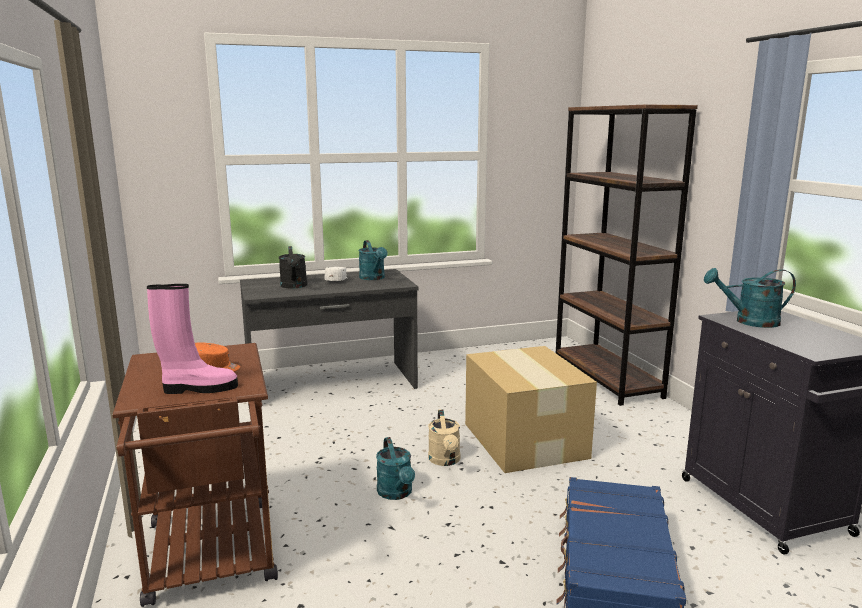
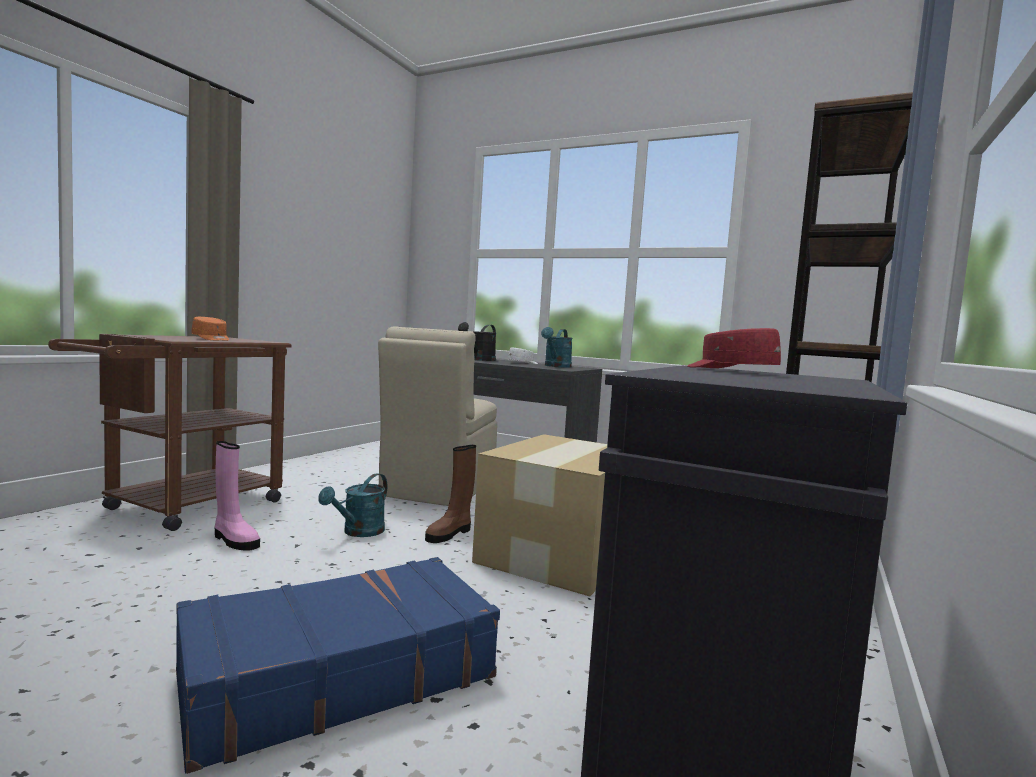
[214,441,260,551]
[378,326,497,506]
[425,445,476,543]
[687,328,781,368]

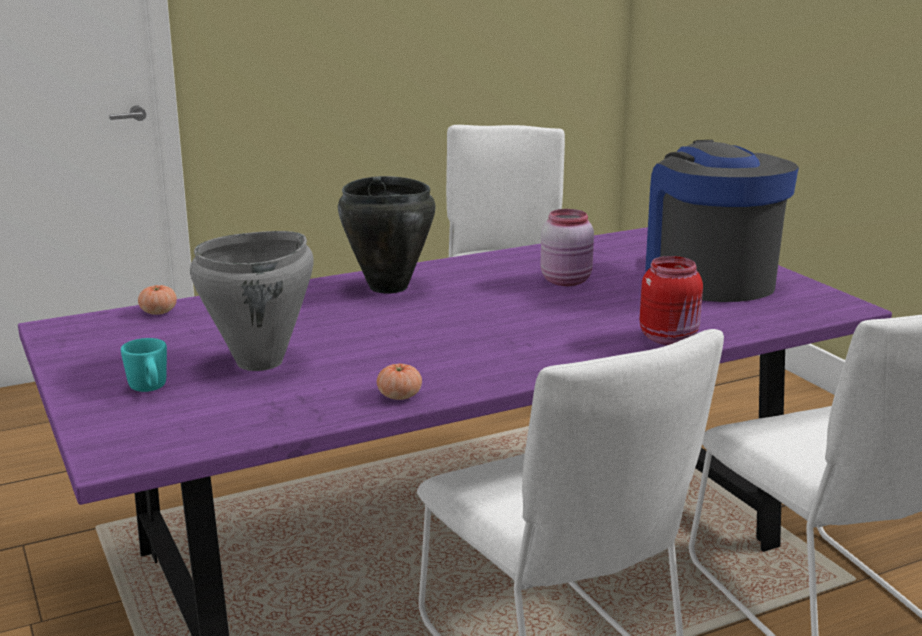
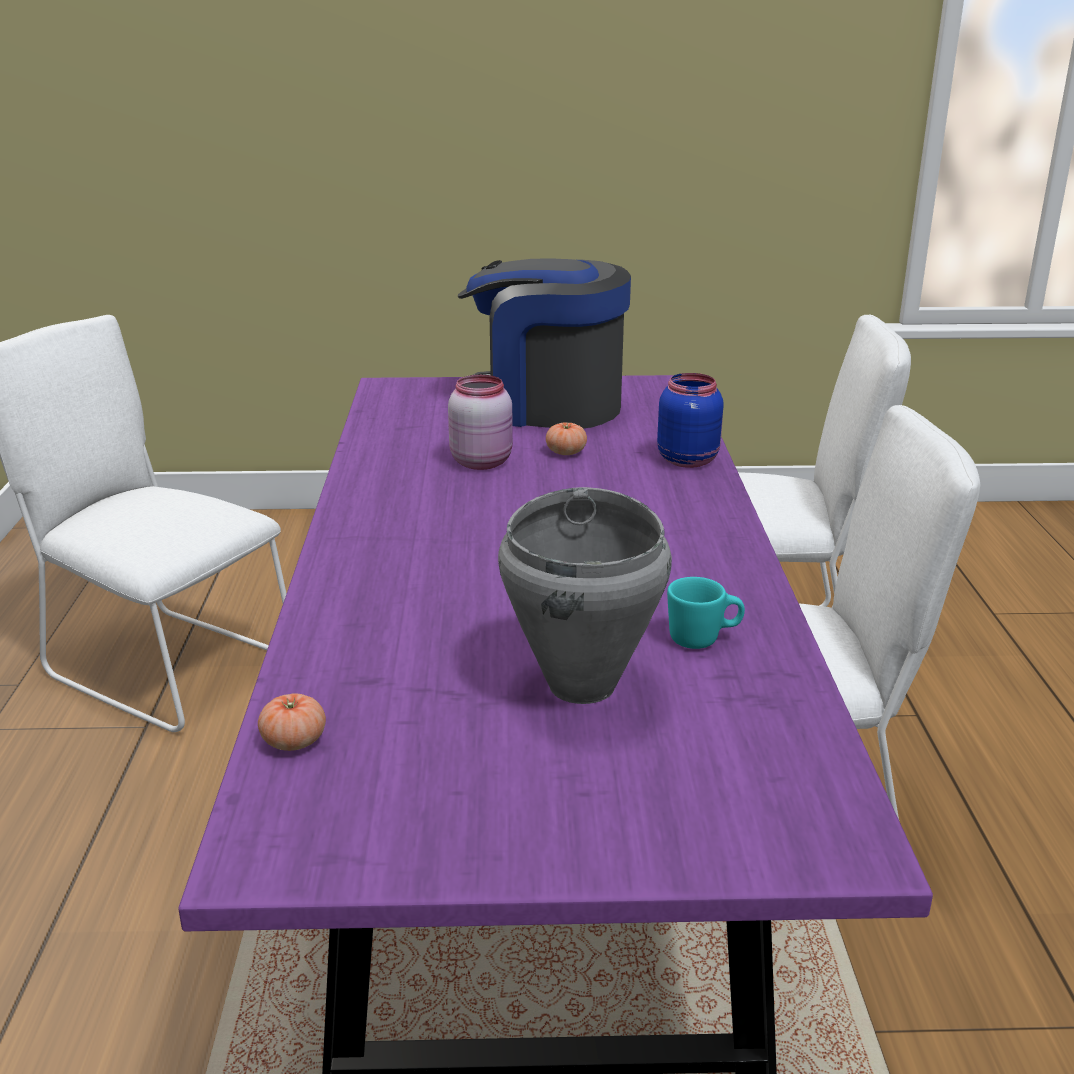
[546,422,587,455]
[657,373,724,468]
[667,577,745,649]
[338,176,435,294] (first image)

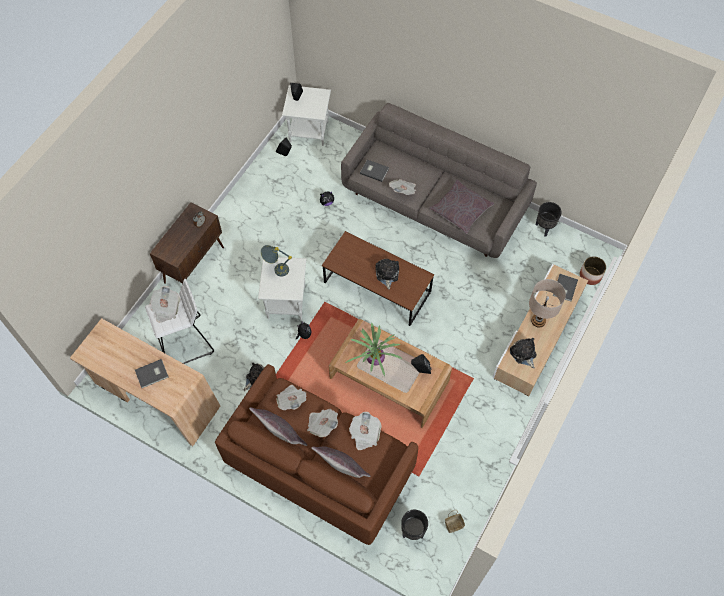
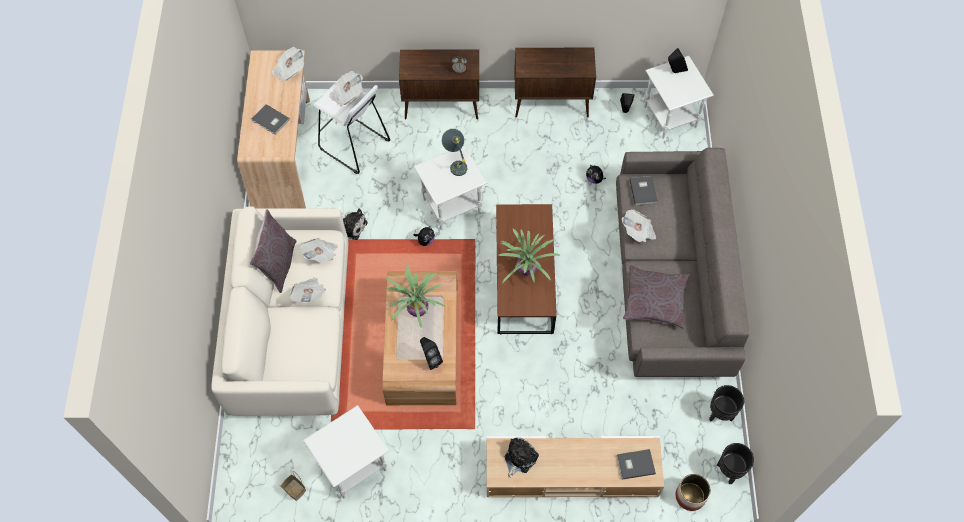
[211,206,348,416]
[271,47,304,83]
[303,405,389,499]
[498,229,560,283]
[514,48,596,117]
[717,443,754,484]
[311,446,371,478] (first image)
[529,279,566,327] (first image)

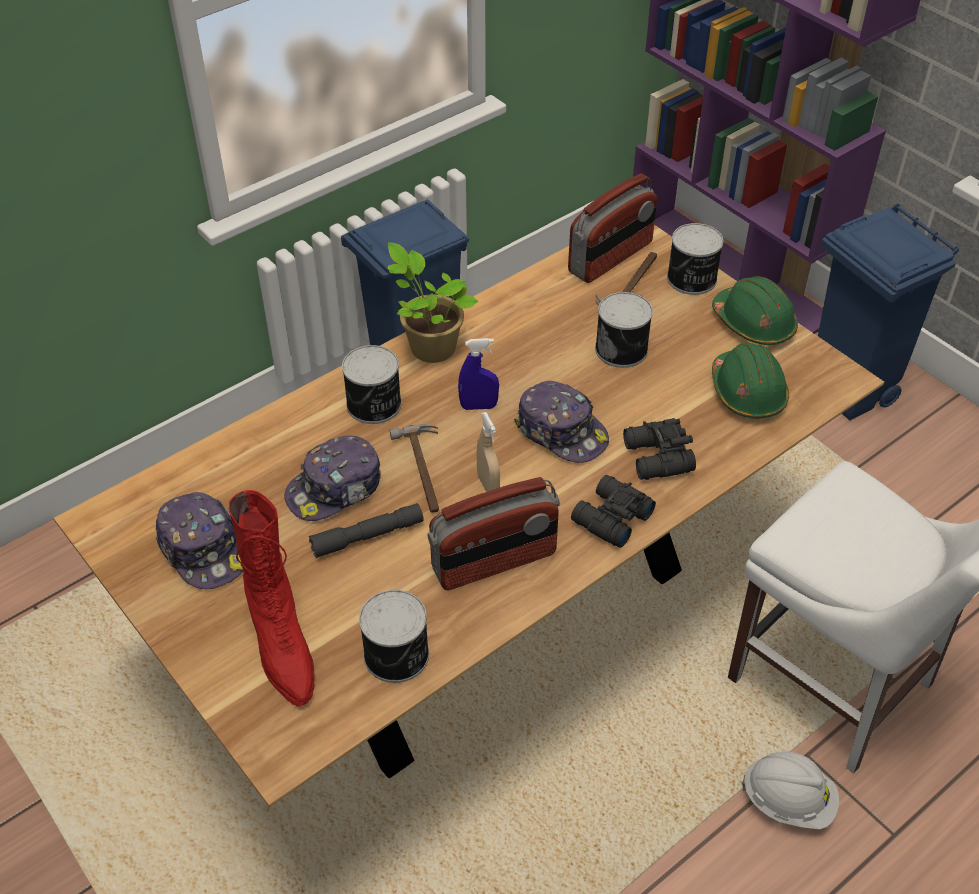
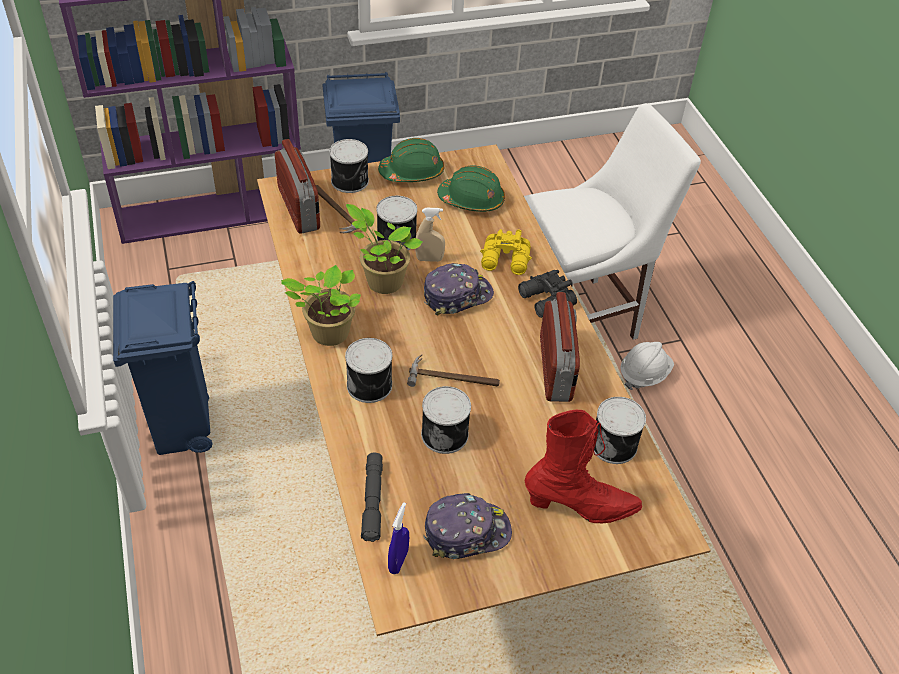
[346,204,423,294]
[361,453,383,542]
[388,502,409,574]
[415,208,445,262]
[421,386,471,454]
[480,229,532,275]

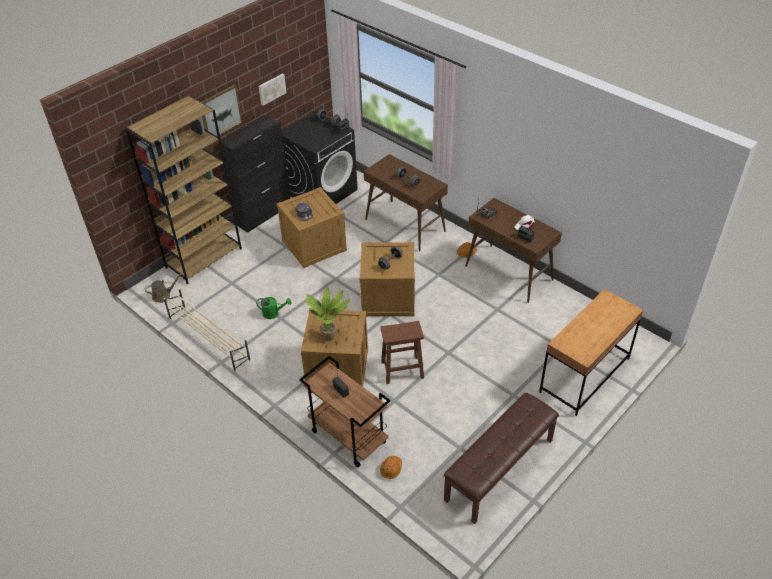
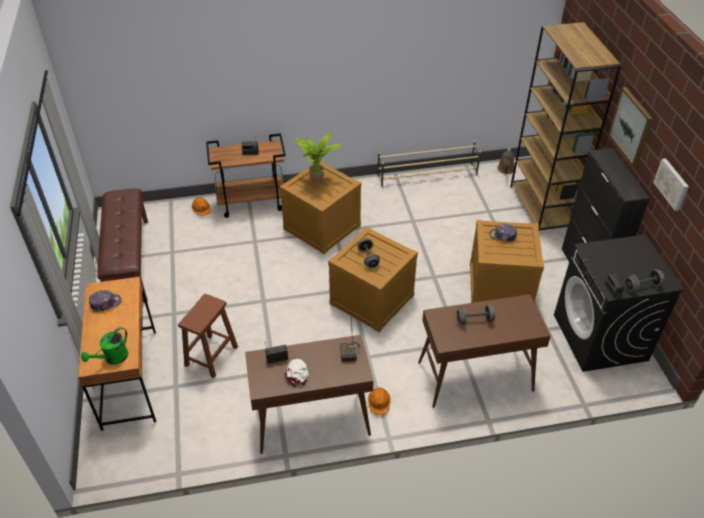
[81,327,128,365]
[89,290,121,312]
[178,293,238,378]

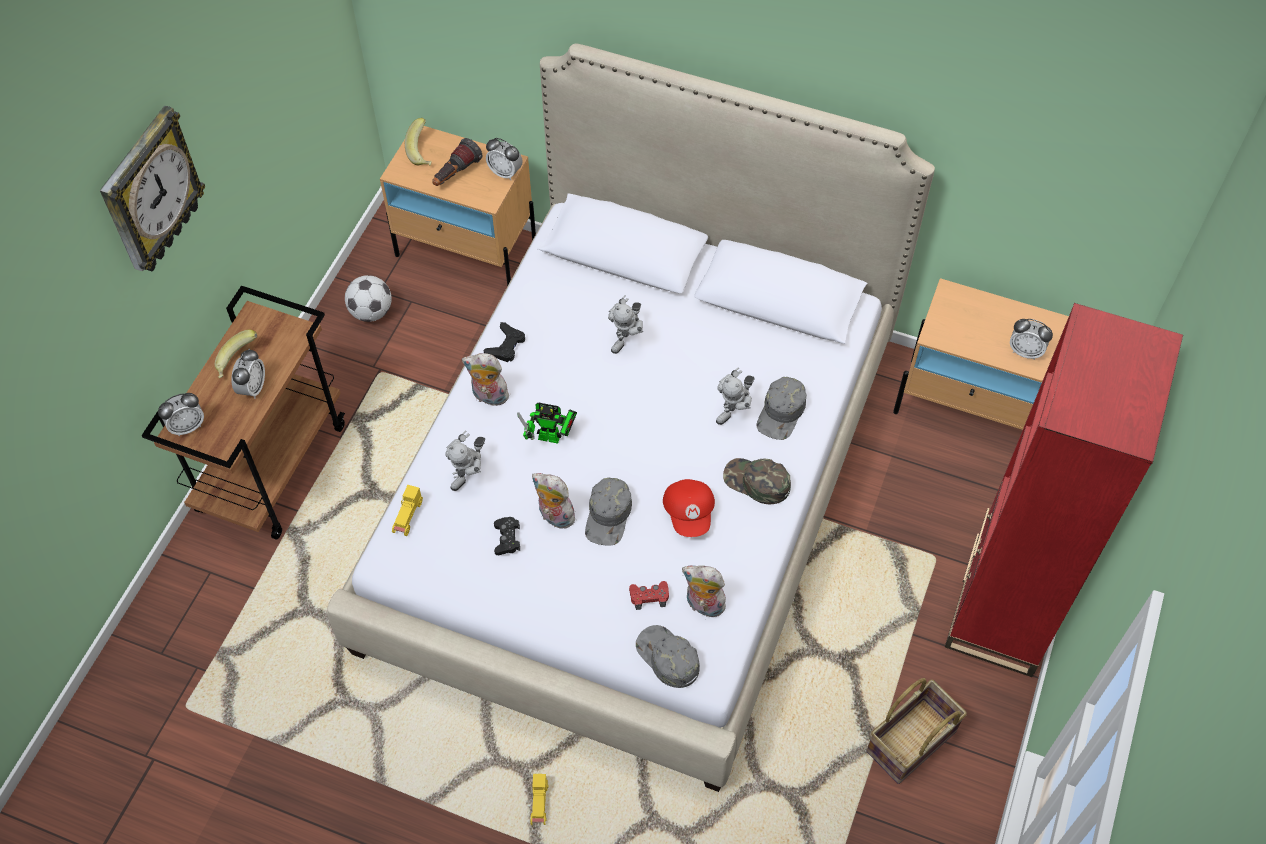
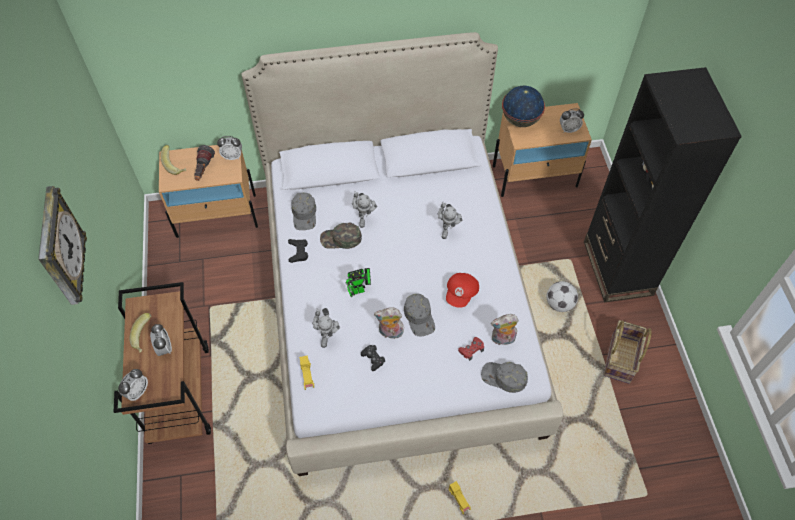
[291,193,316,230]
[320,222,362,249]
[446,273,479,308]
[502,86,545,127]
[547,281,578,312]
[584,67,742,302]
[462,353,509,406] (first image)

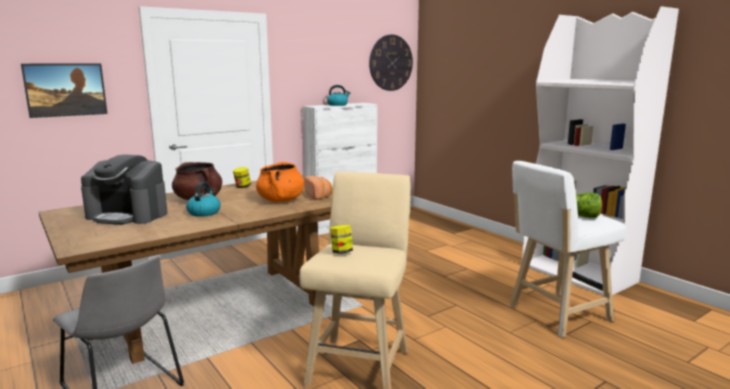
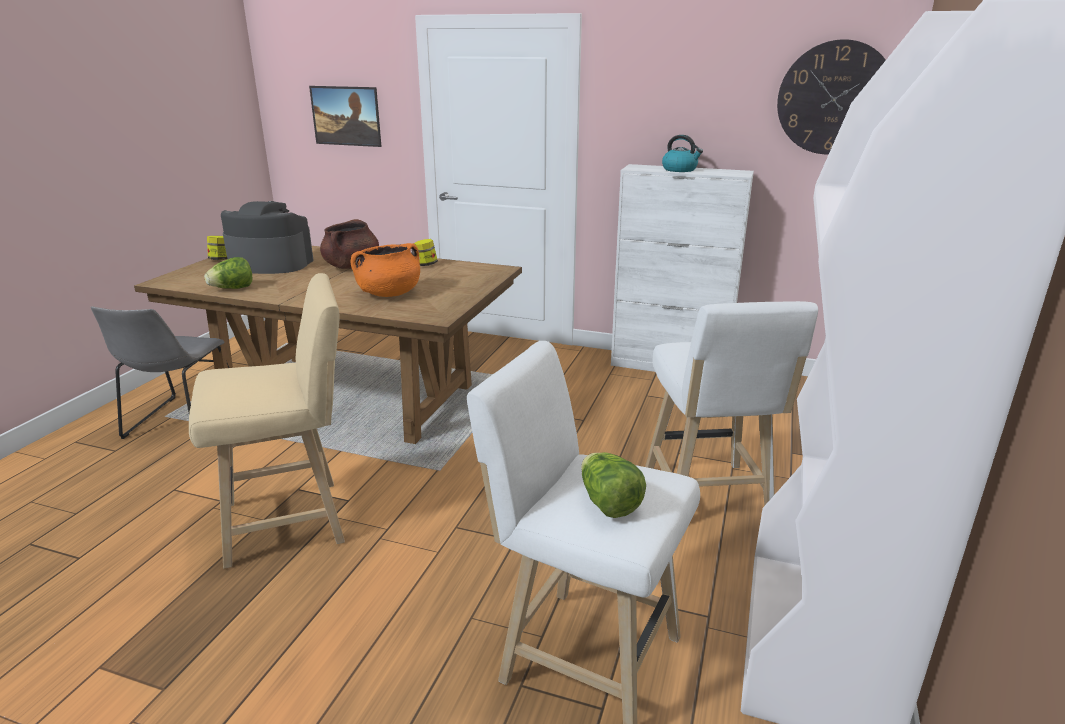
[204,257,252,289]
[207,236,227,260]
[221,201,314,274]
[645,301,818,506]
[186,182,220,217] (first image)
[304,176,332,200] (first image)

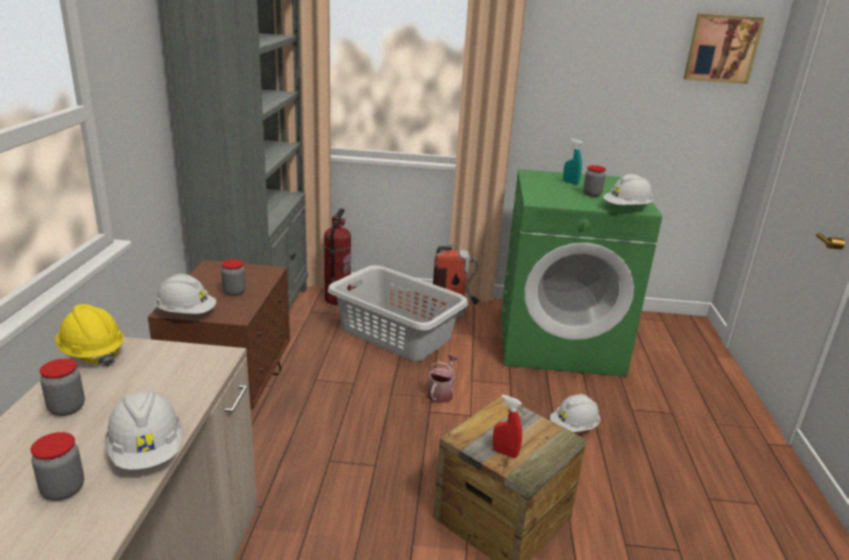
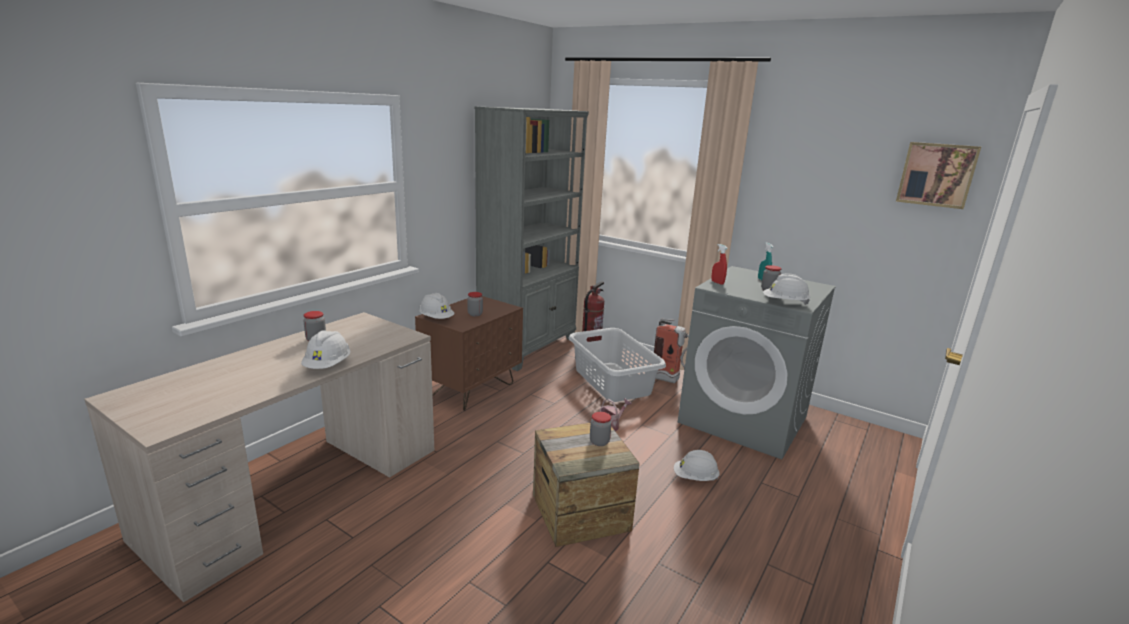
[590,412,612,446]
[678,266,836,459]
[711,244,727,285]
[55,304,124,367] (first image)

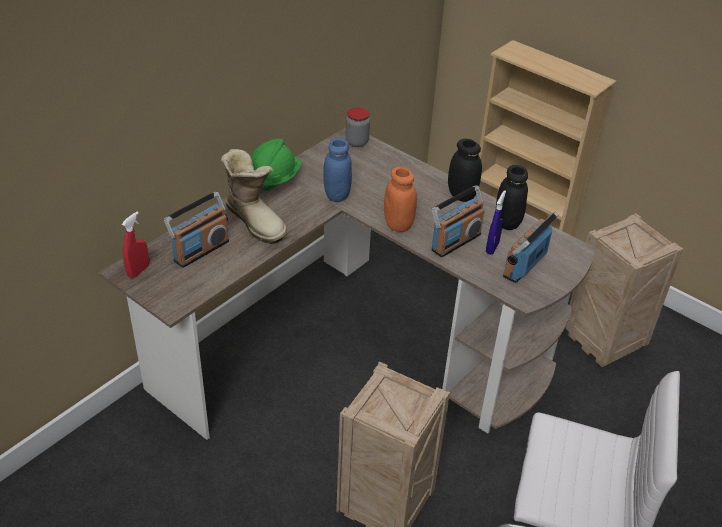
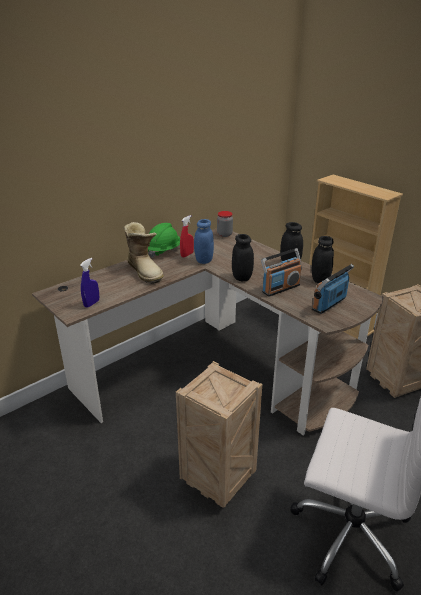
[80,258,99,308]
[180,215,194,257]
[232,234,254,281]
[164,192,229,268] (first image)

